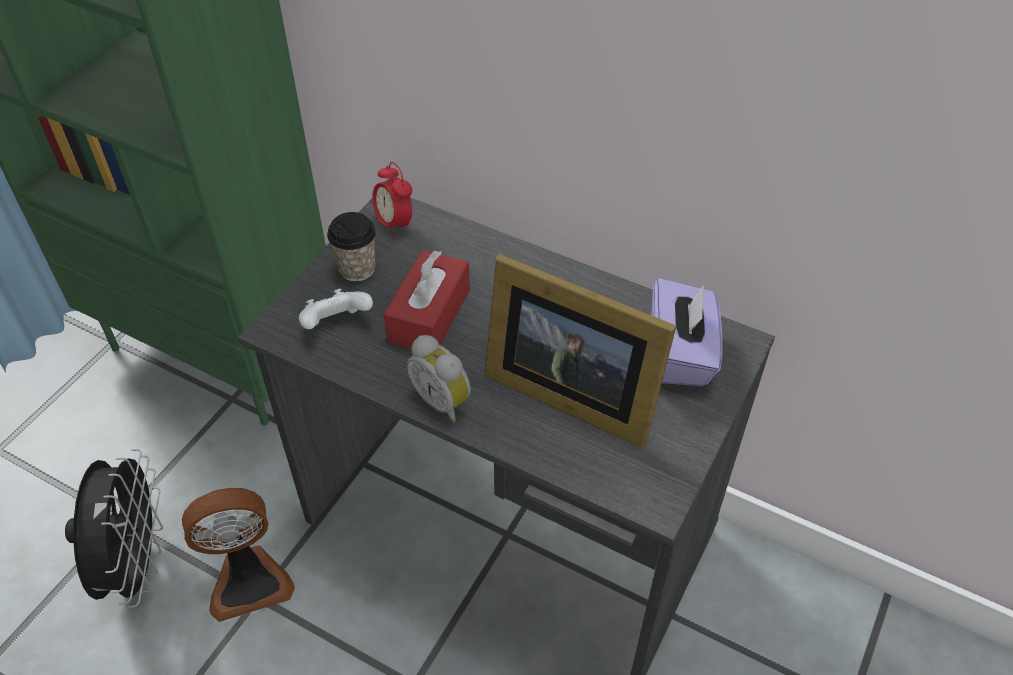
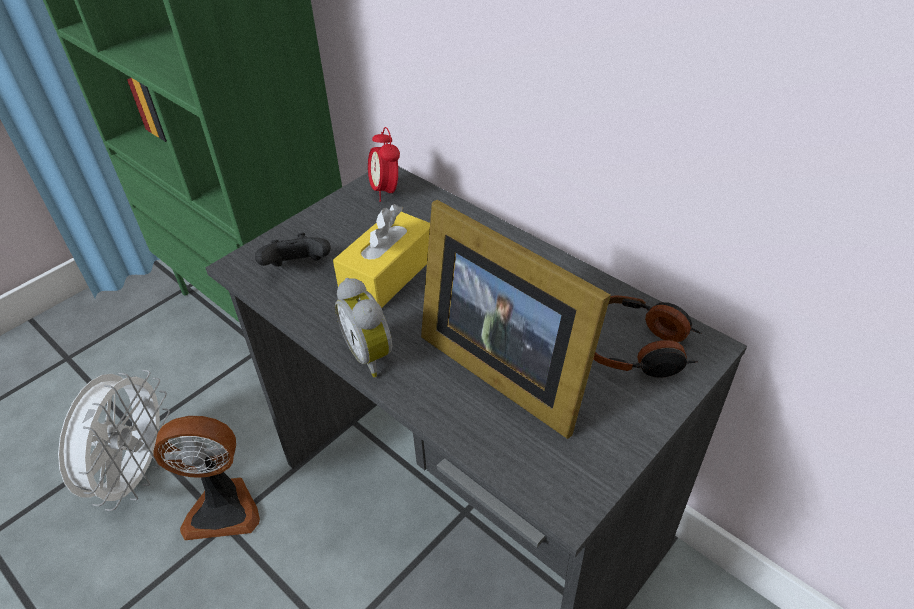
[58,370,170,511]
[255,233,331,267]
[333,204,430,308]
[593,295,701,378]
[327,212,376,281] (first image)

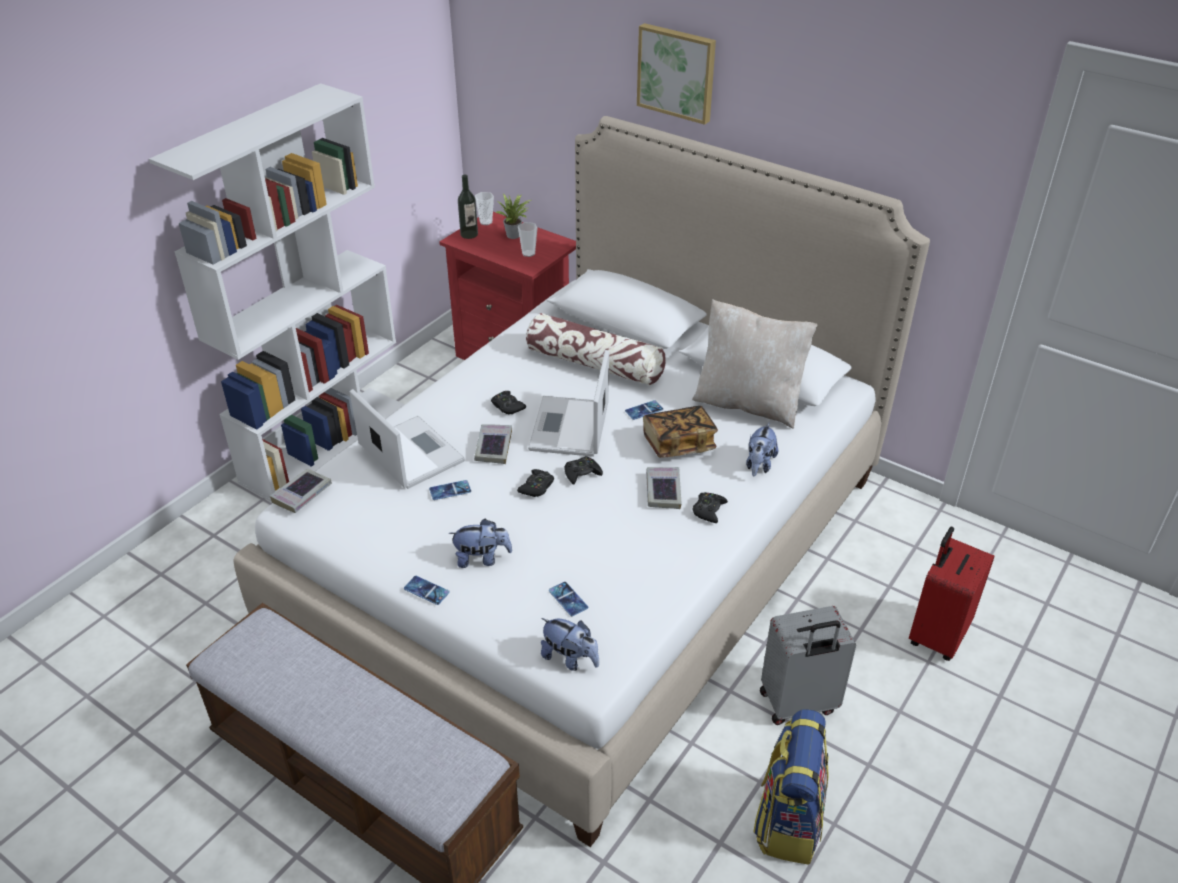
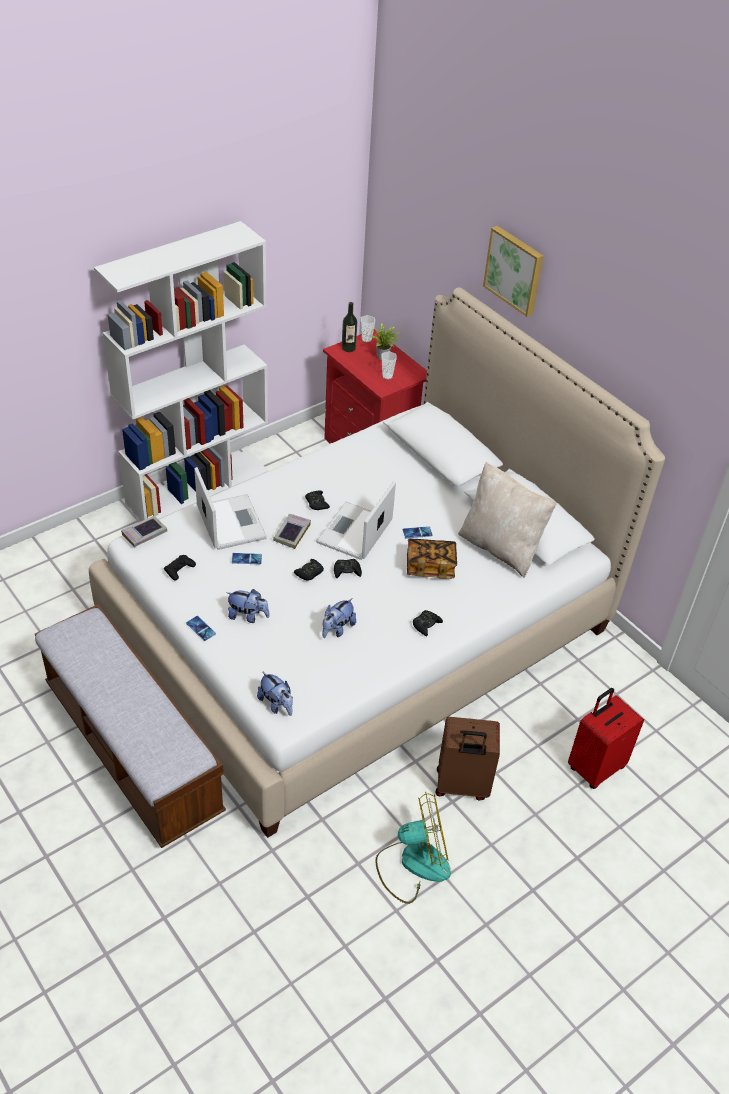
[164,555,196,580]
[323,598,356,638]
[375,792,451,904]
[436,717,500,801]
[526,313,665,386] (first image)
[549,582,588,616] (first image)
[646,467,682,509] (first image)

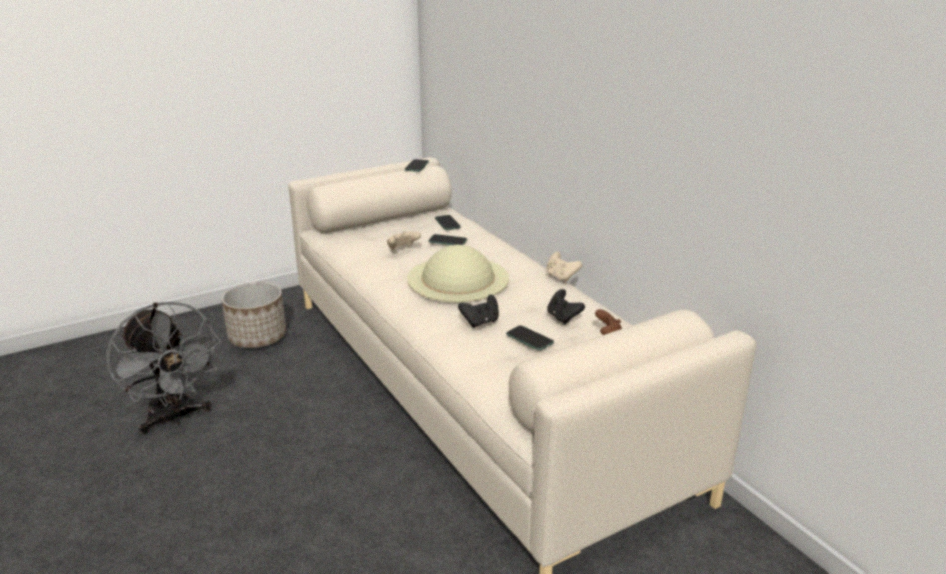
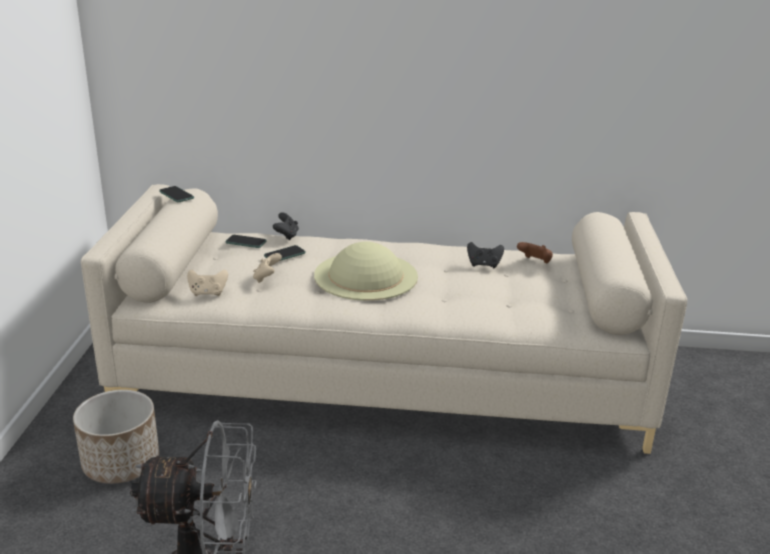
[187,270,228,296]
[273,212,299,240]
[506,325,554,351] (first image)

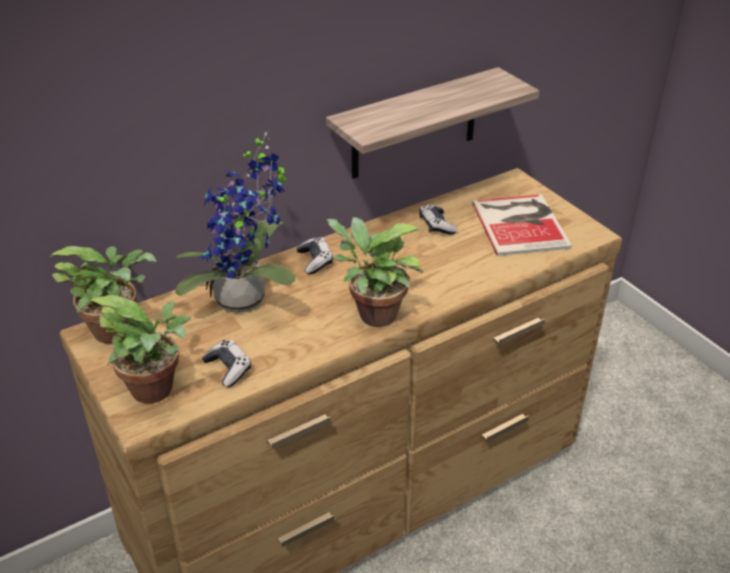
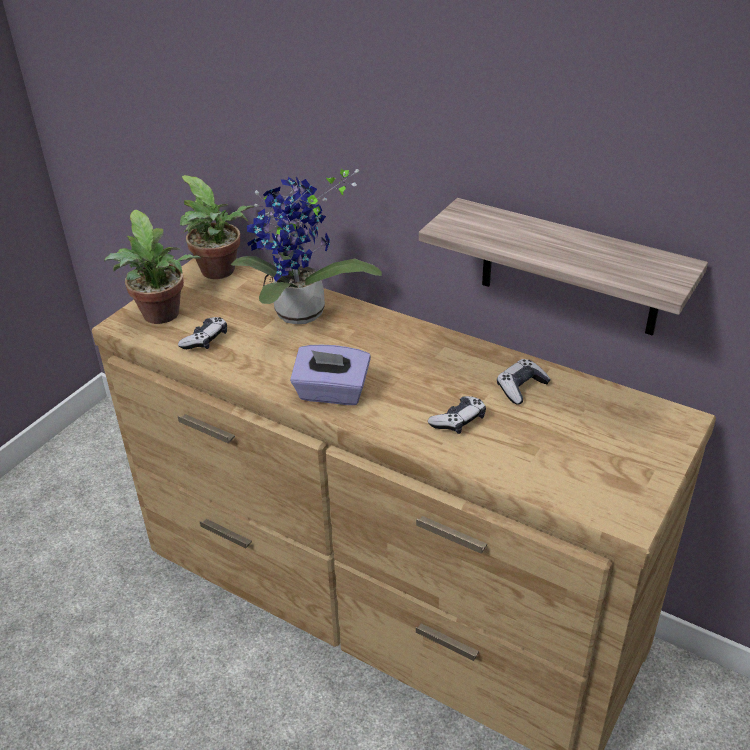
[290,345,371,405]
[428,396,486,434]
[472,194,572,256] (first image)

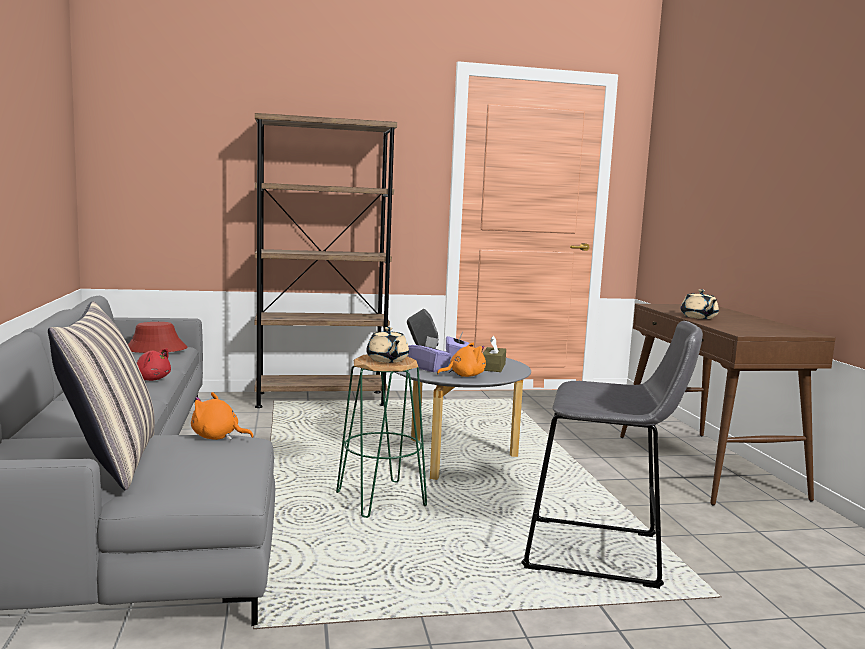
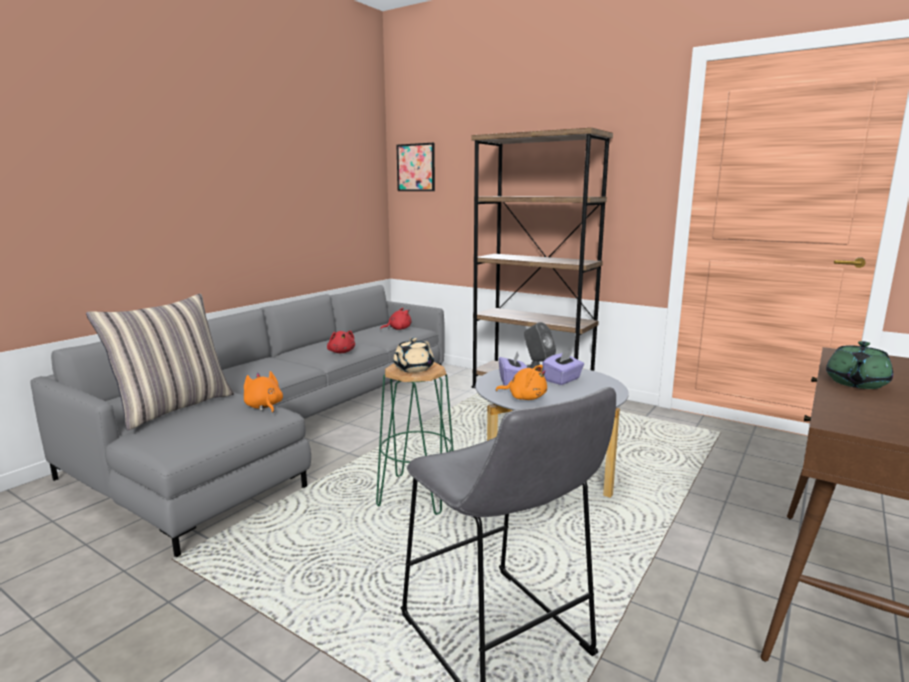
[380,308,411,330]
[397,143,435,191]
[826,341,893,389]
[483,335,506,372] (first image)

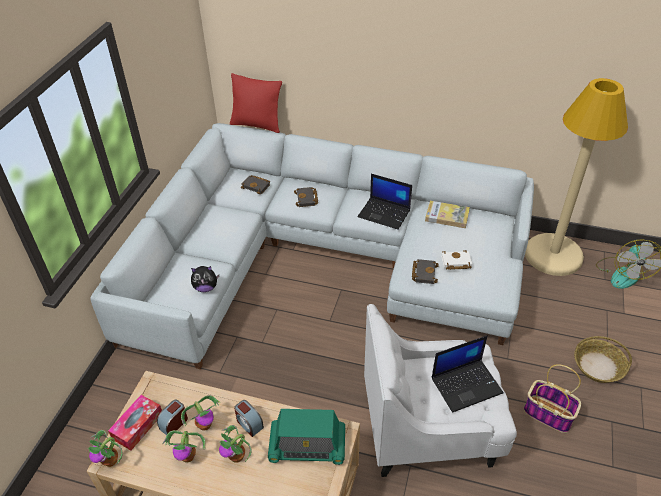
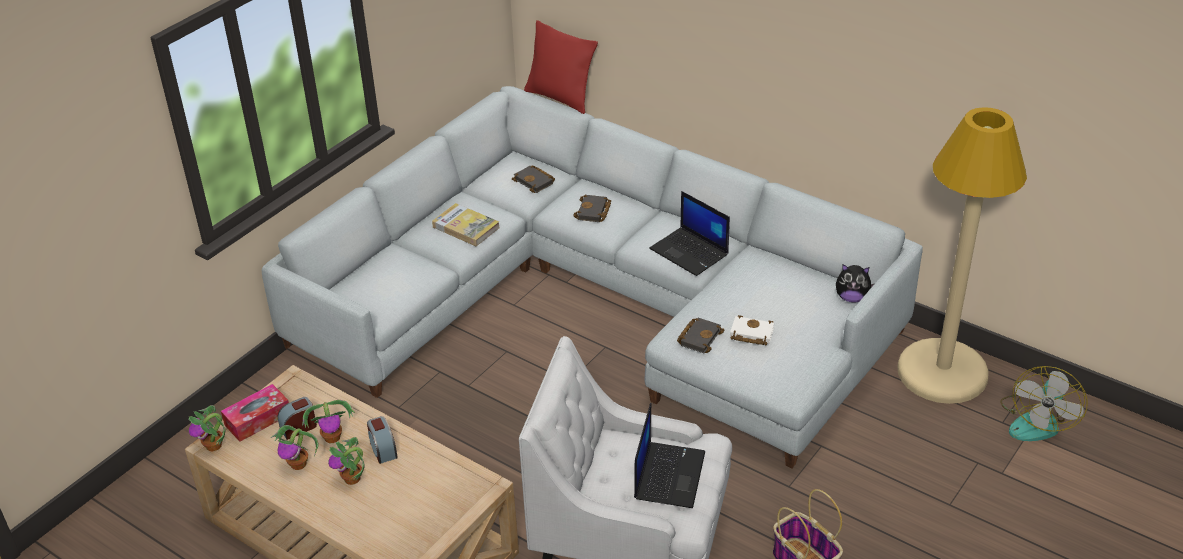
[432,203,500,246]
[634,403,705,508]
[836,264,875,302]
[268,409,345,465] (first image)
[574,336,632,383] (first image)

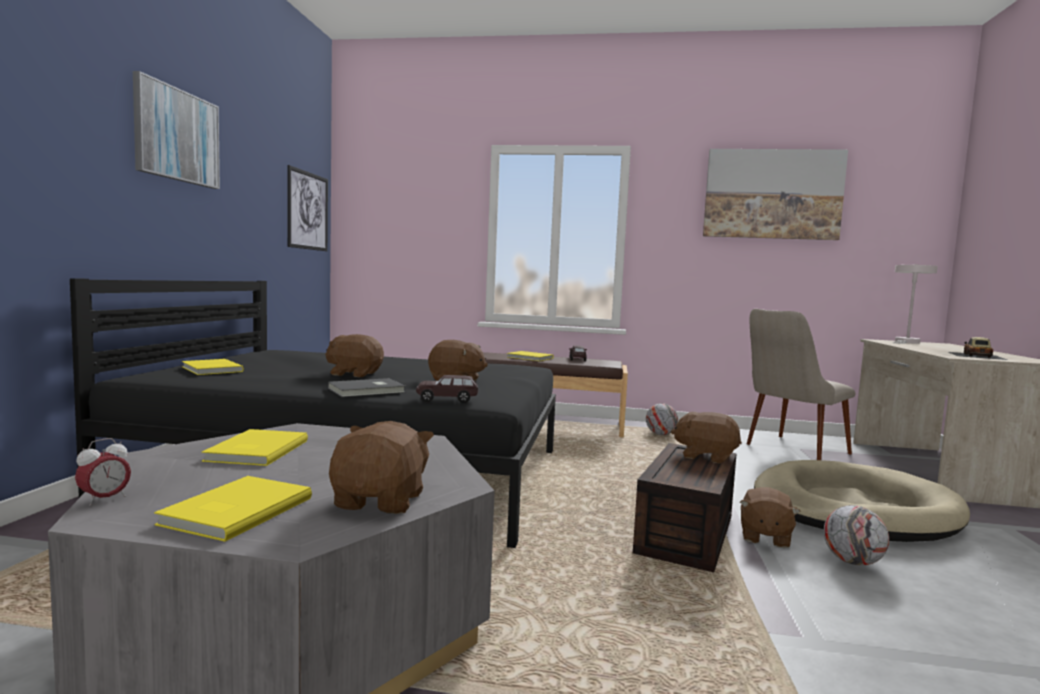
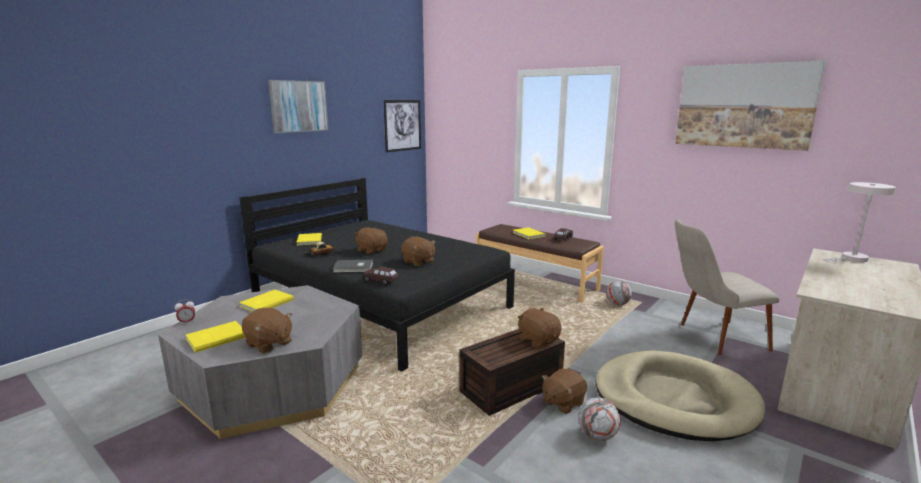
[242,308,293,354]
[304,242,341,260]

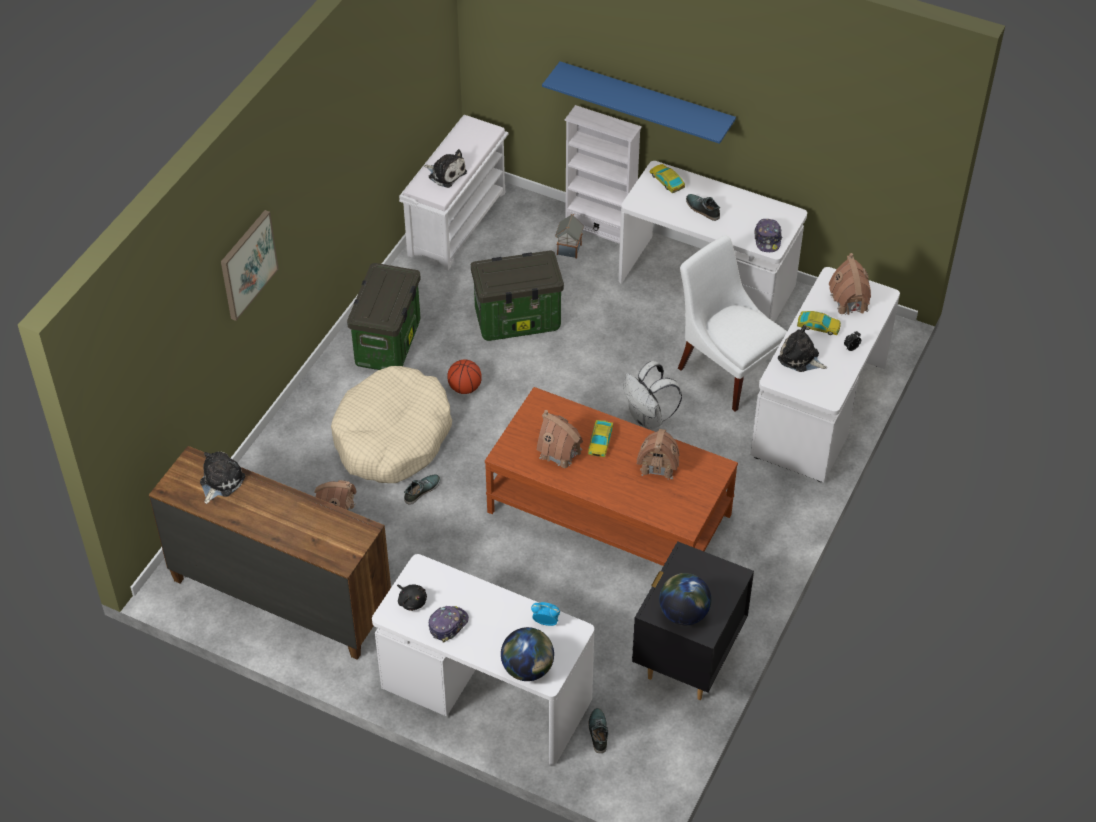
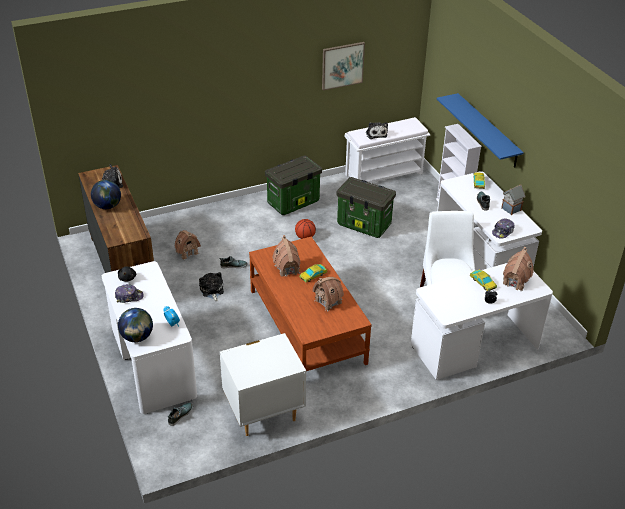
[91,180,121,209]
[199,272,224,302]
[220,333,306,436]
[322,42,365,90]
[501,185,525,215]
[331,366,452,483] (first image)
[623,361,682,430] (first image)

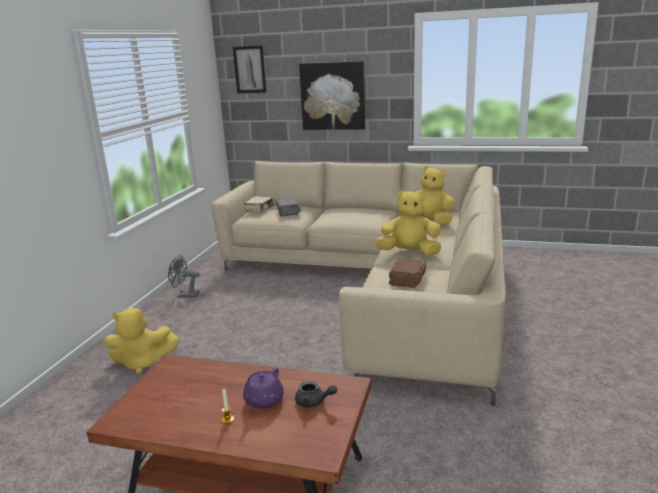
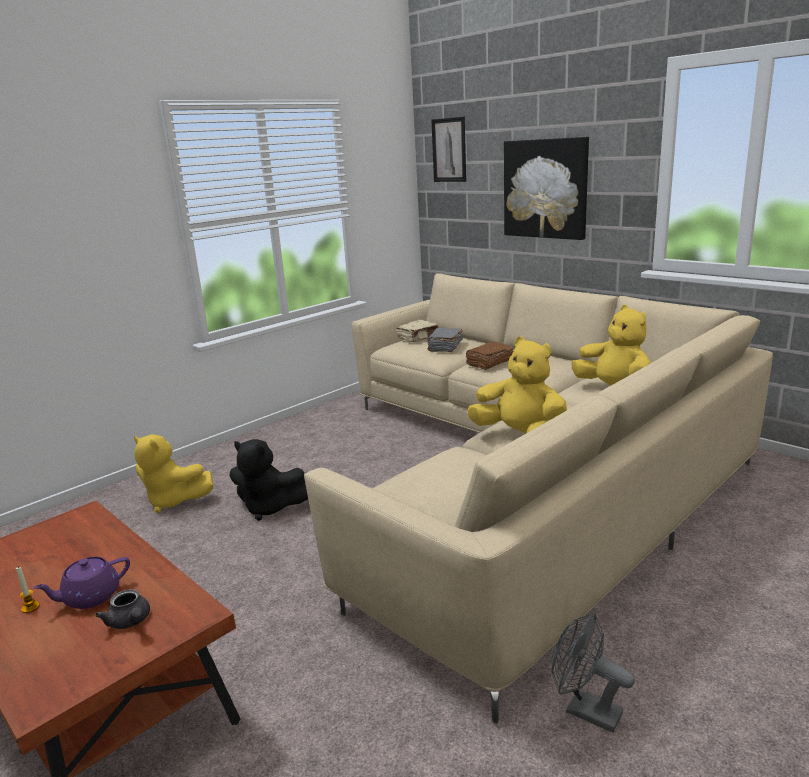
[230,439,308,521]
[466,342,514,370]
[552,613,635,733]

